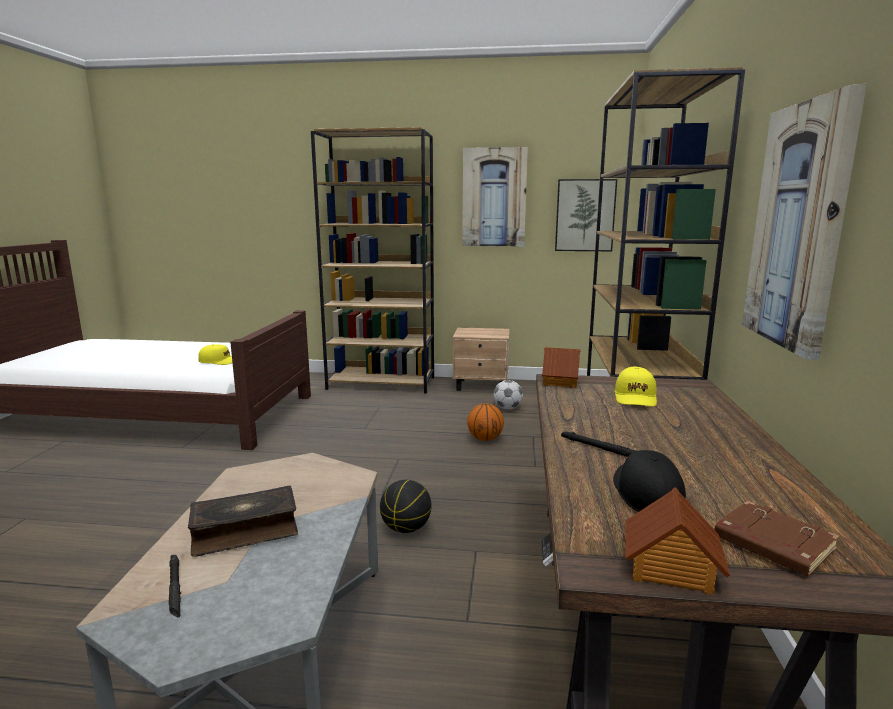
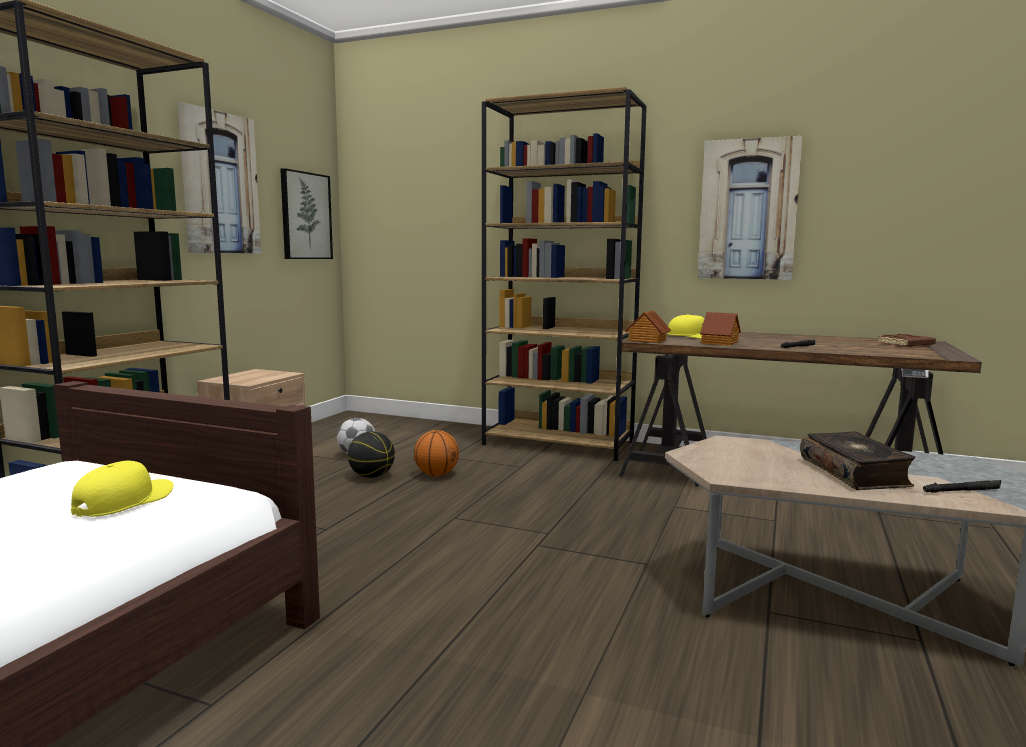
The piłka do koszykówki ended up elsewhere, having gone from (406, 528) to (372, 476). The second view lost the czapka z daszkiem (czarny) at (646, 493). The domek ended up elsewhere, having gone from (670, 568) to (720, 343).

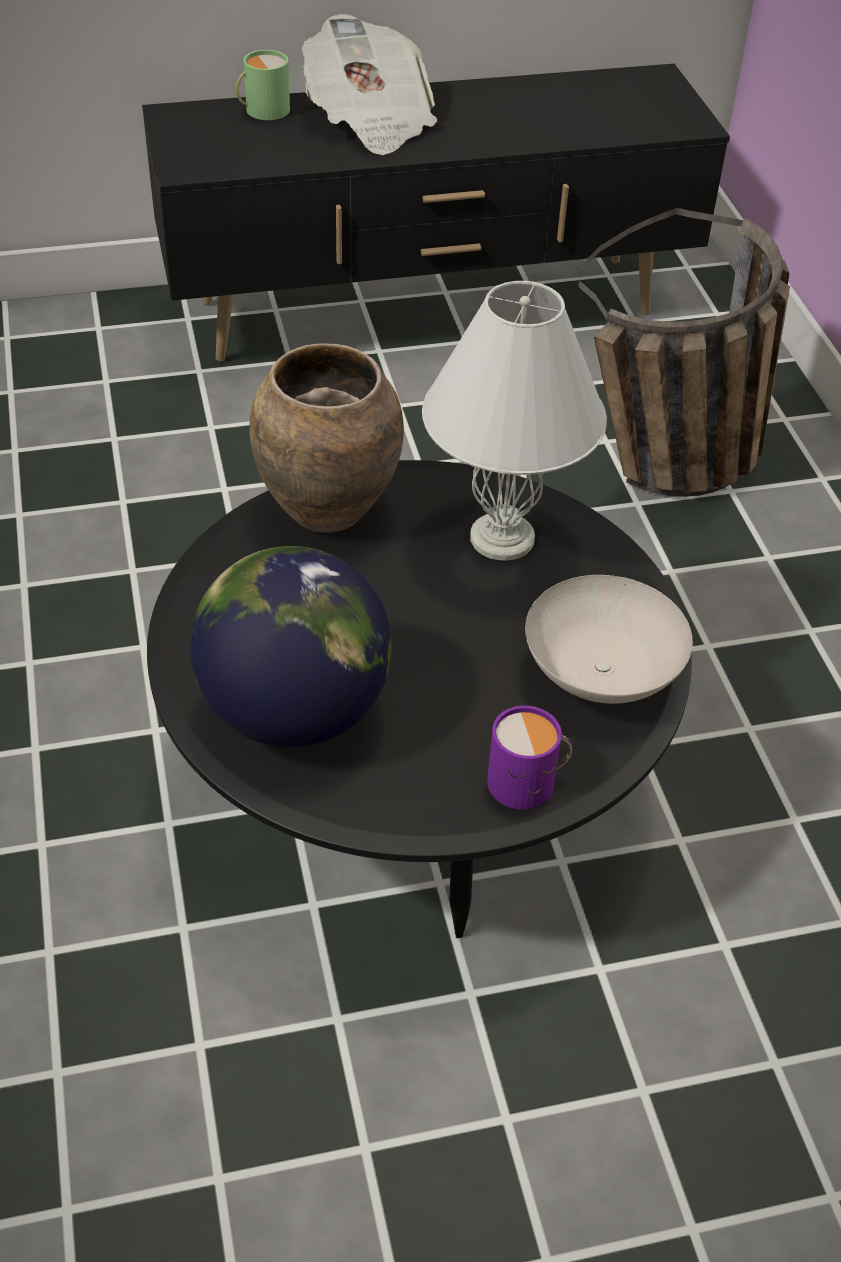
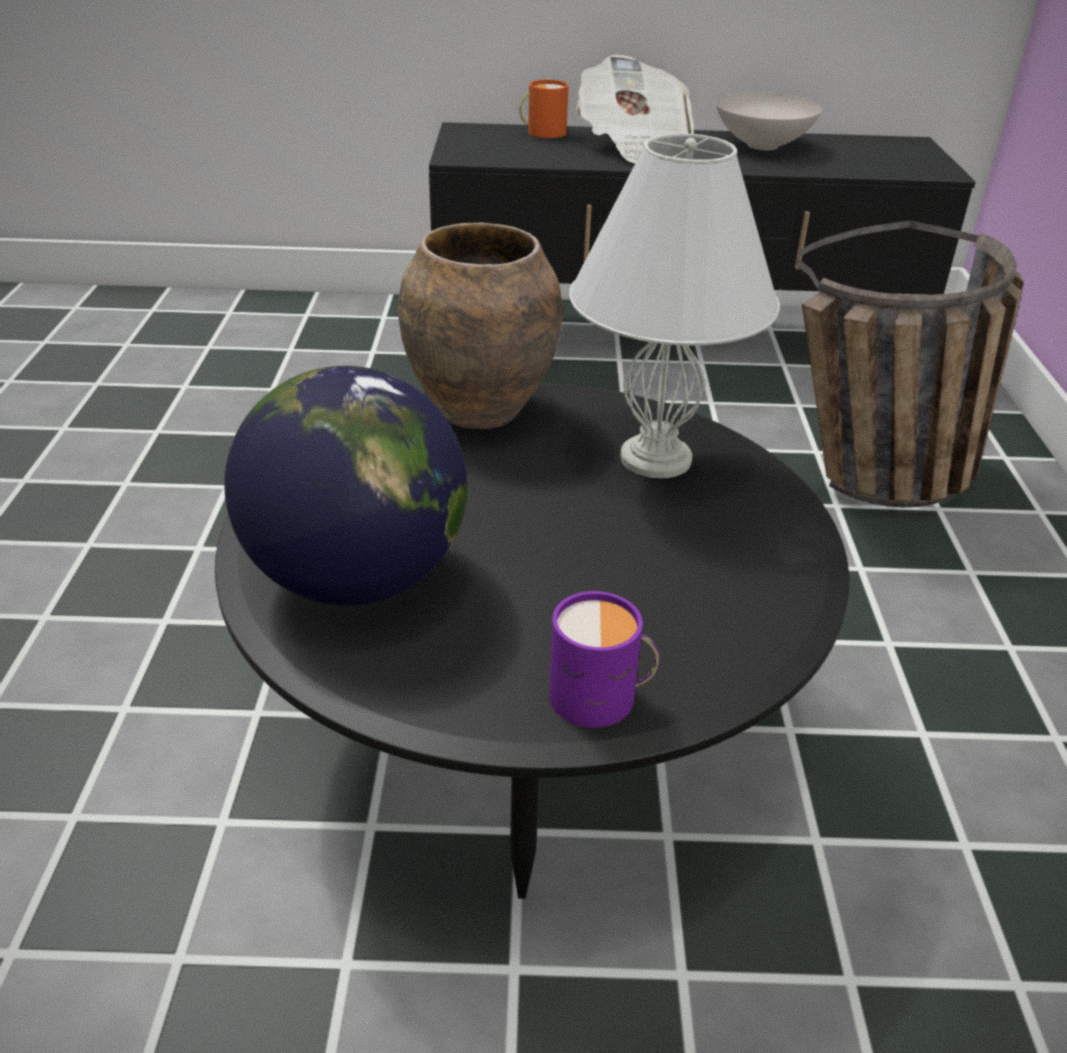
What was the kubek (zielony) at (262, 110) turned into the kubek (pomarańczowy) at (542, 132). The miska (biały) ended up elsewhere, having gone from (603, 674) to (764, 145).

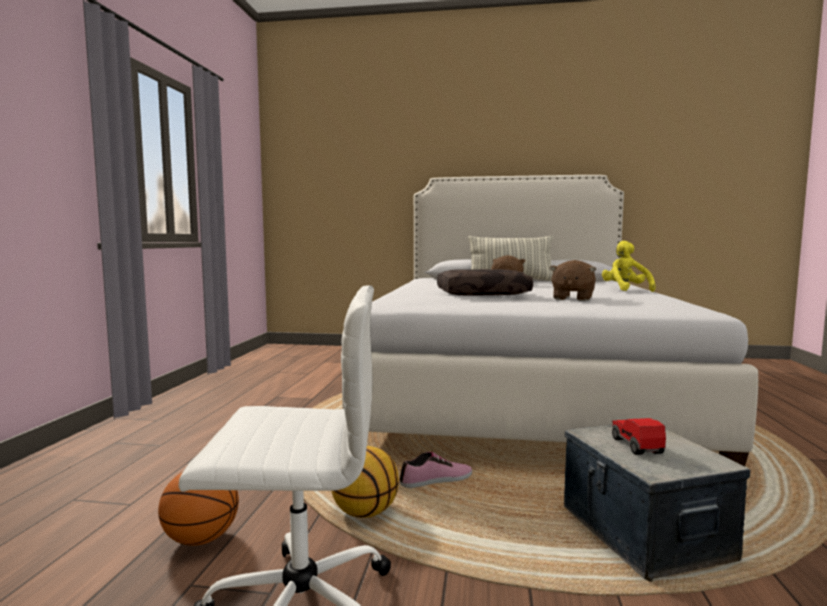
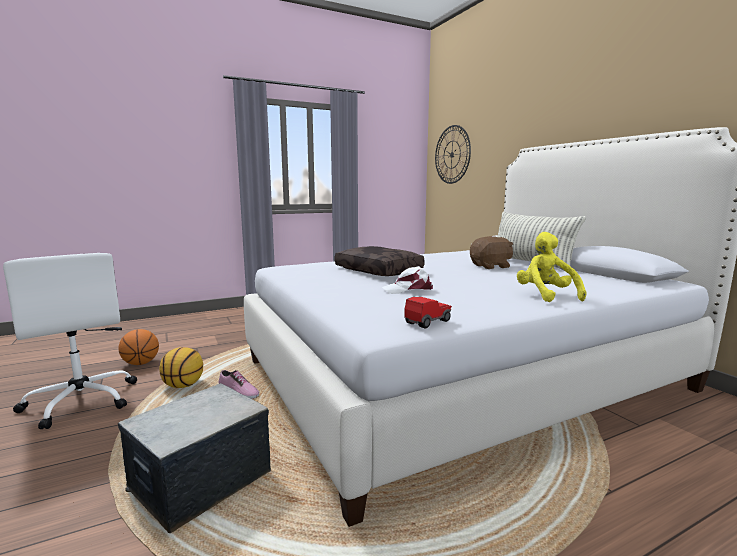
Where the pluszak (brązowy) stood at (572, 298), the czapka z daszkiem (biały) came to stand at (408, 289). The pluszak (żółty) at (625, 290) ended up facing another way, 60 degrees counterclockwise from before. The samochodzik ended up elsewhere, having gone from (636, 446) to (428, 322). The second view gained the zegar ścienny at (452, 154).

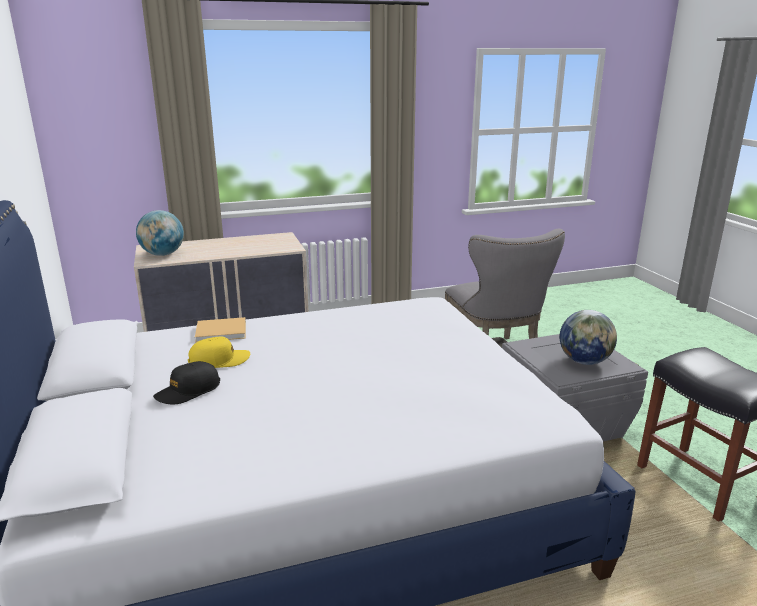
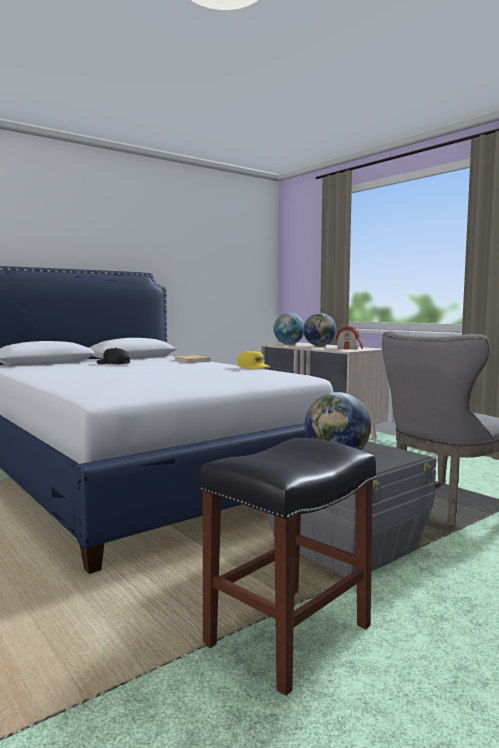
The czapka z daszkiem (żółty) ended up elsewhere, having gone from (219, 361) to (254, 367). The second view gained the globus at (319, 346). The second view gained the domek at (349, 348).

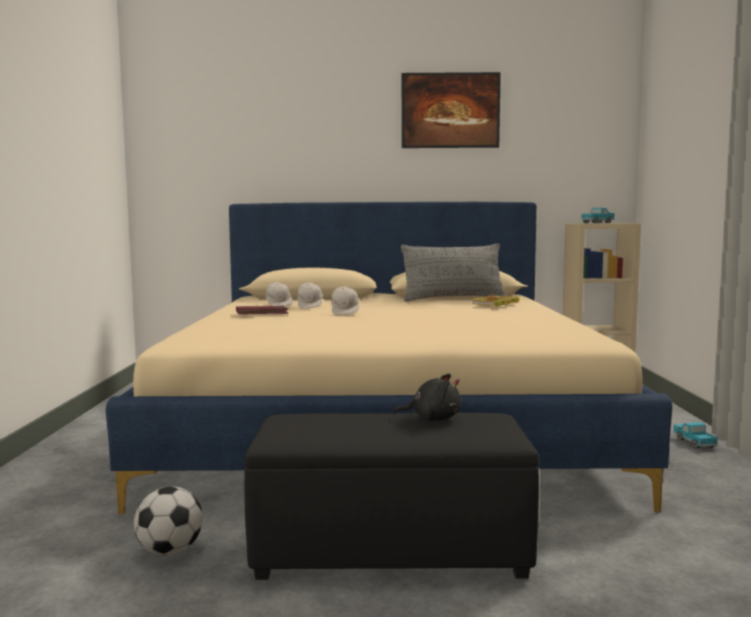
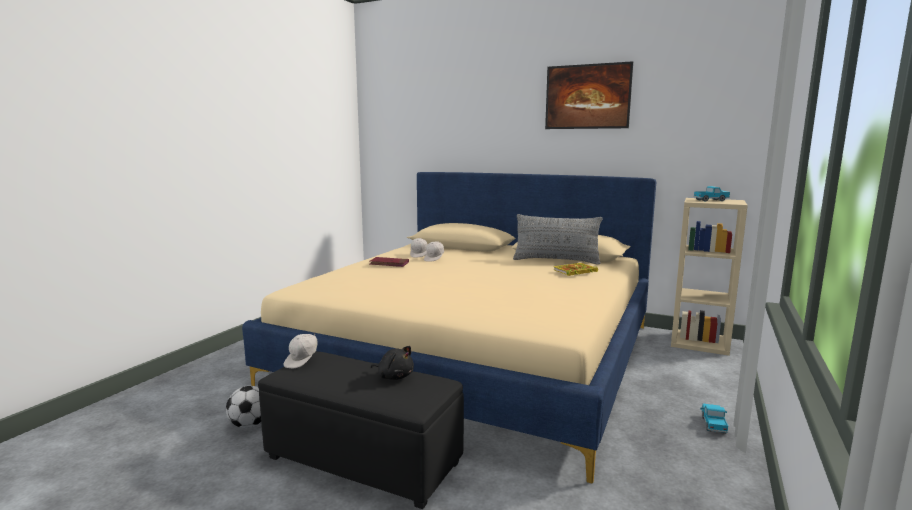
The czapka z daszkiem (biały) ended up elsewhere, having gone from (345, 312) to (303, 361).

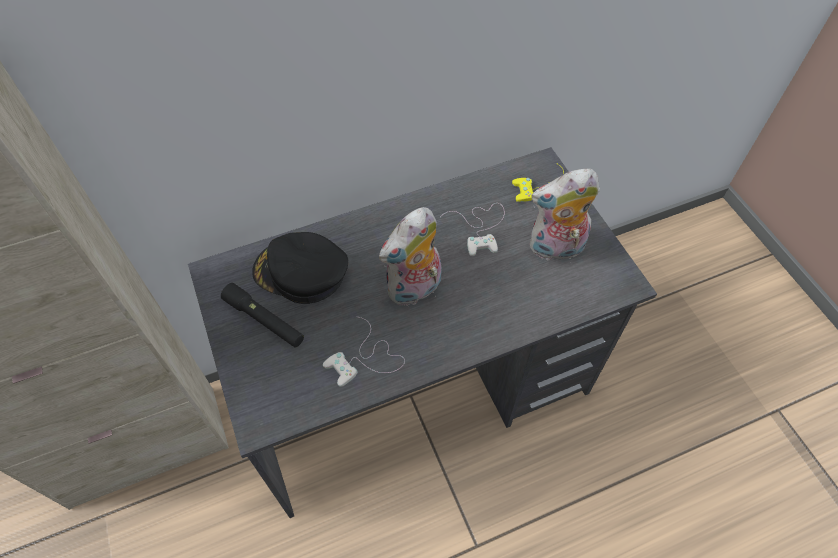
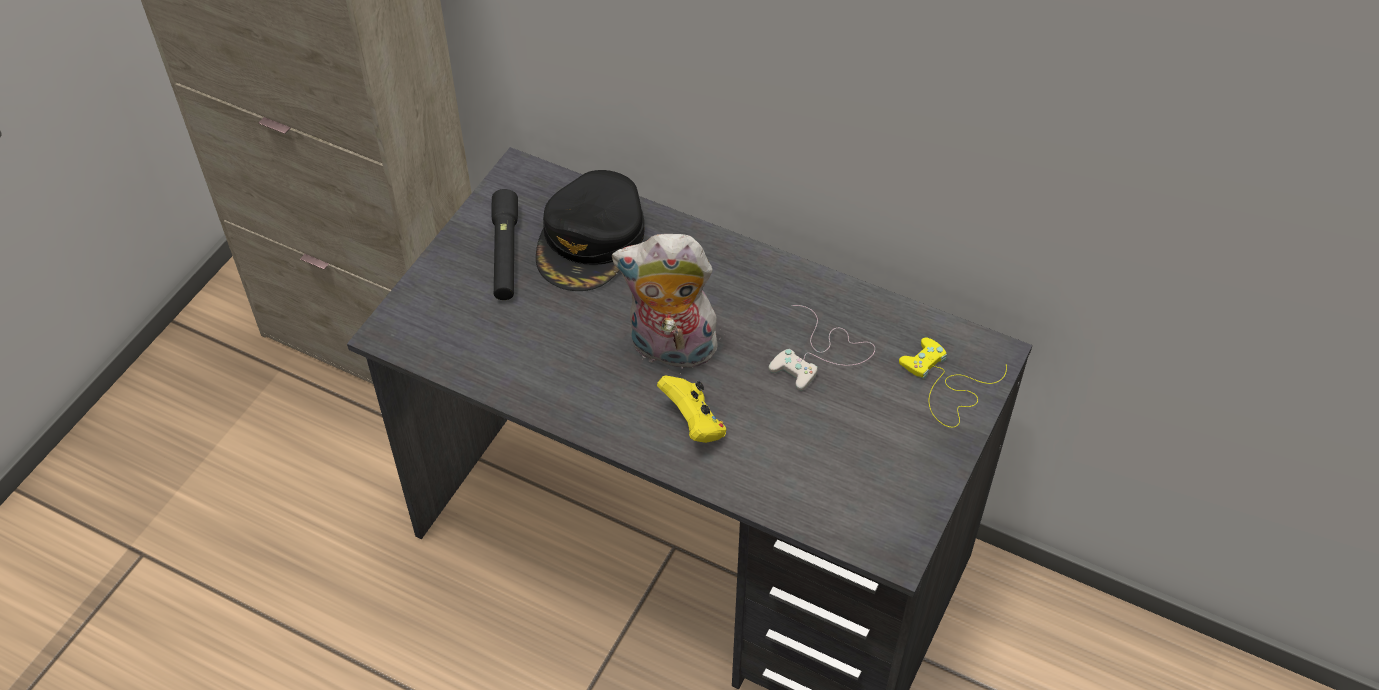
The czapka z daszkiem (czarny) at (301, 272) ended up facing another way, 135 degrees counterclockwise from before. The second view lost the pad do gier (biały) at (366, 359). The second view lost the pluszak at (555, 249). The second view gained the pad do gier (żółty) at (694, 423).

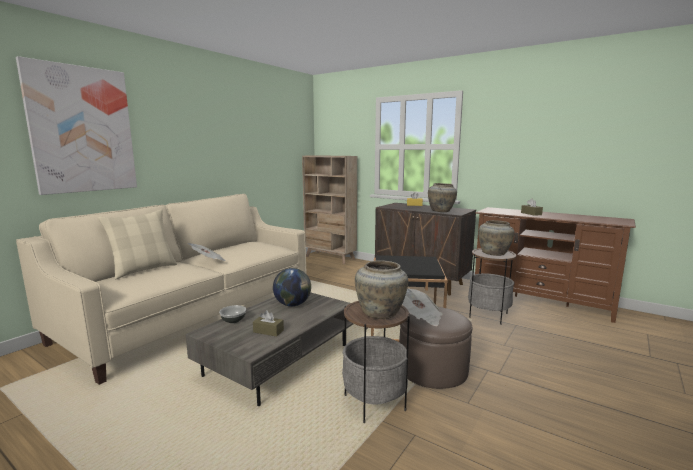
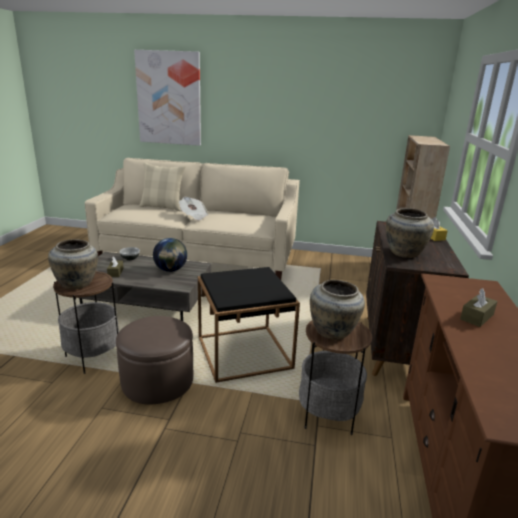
The second view lost the gazeta at (420, 317).

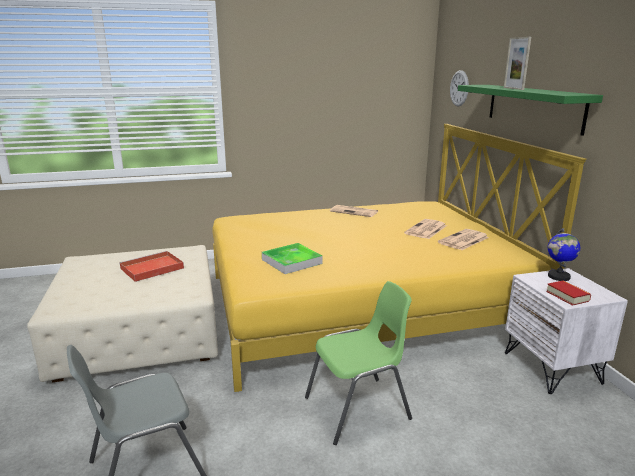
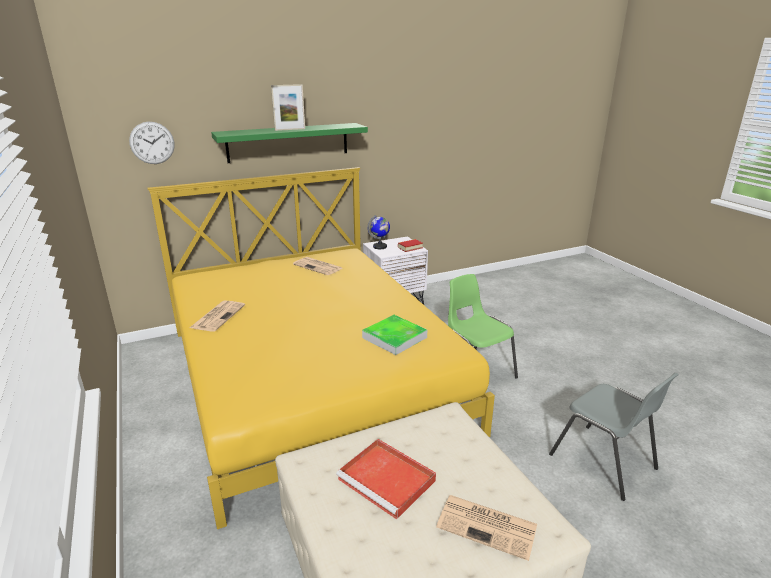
The gazeta ended up elsewhere, having gone from (426, 230) to (488, 526).

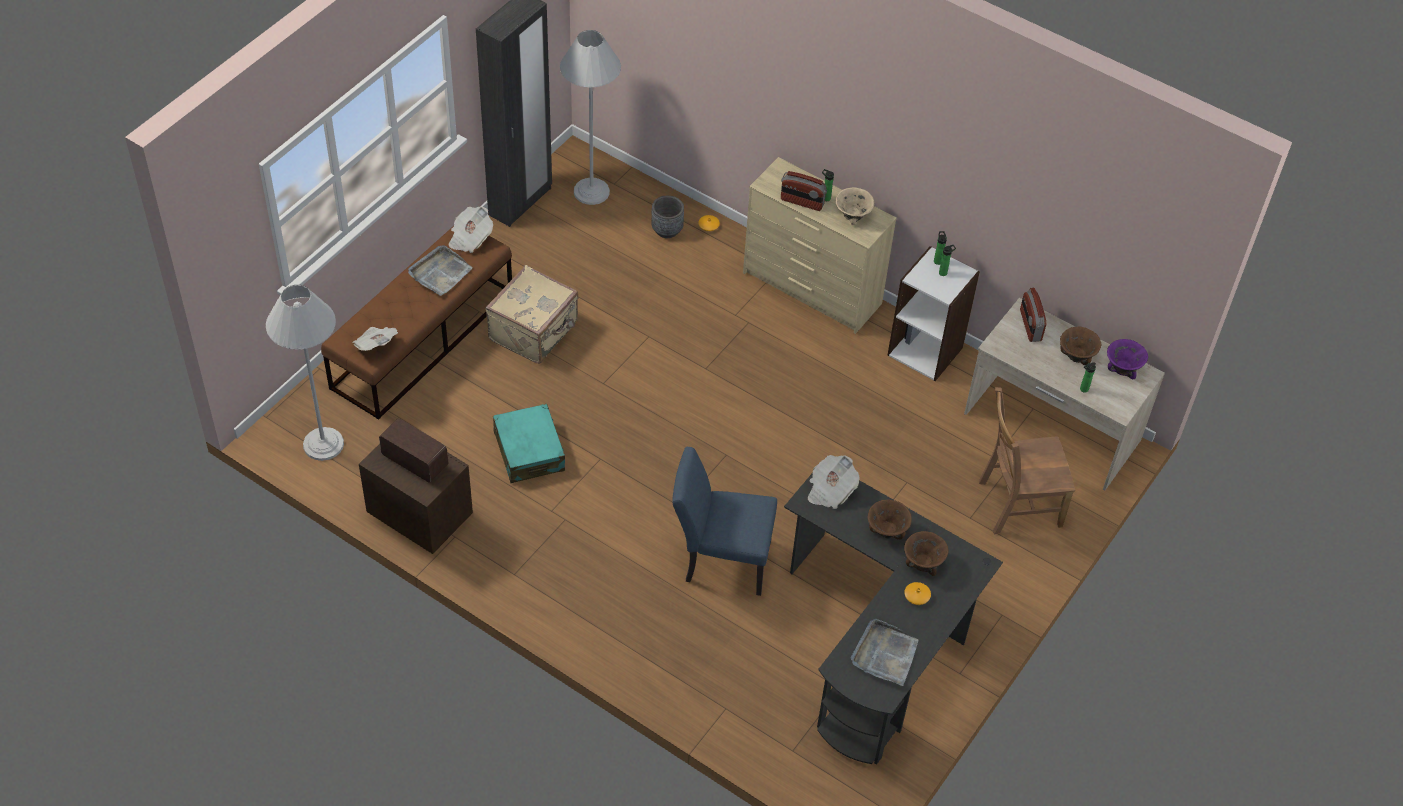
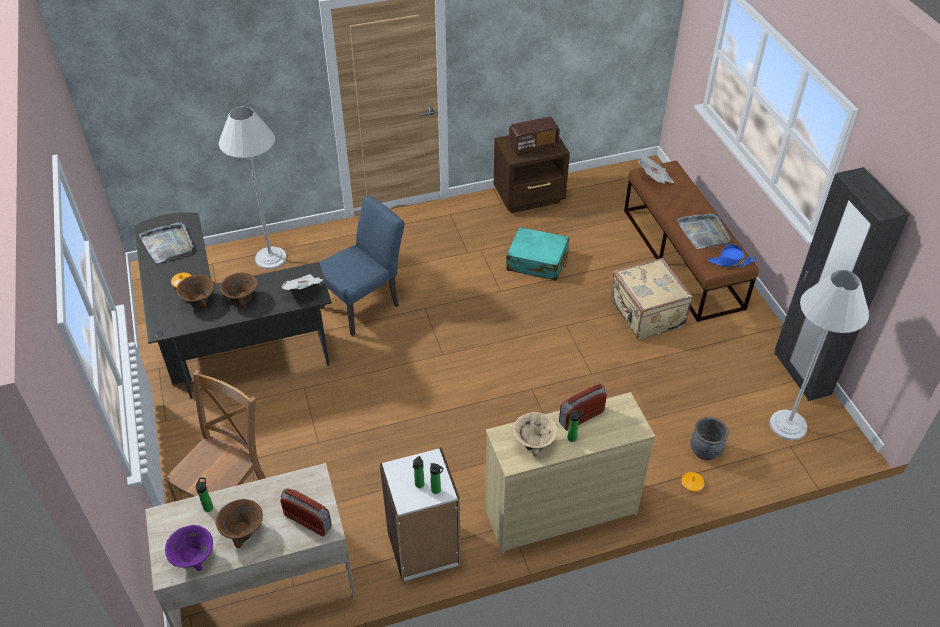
The lampa stojąca (biały) ended up elsewhere, having gone from (323, 444) to (271, 258). Where the gazeta stood at (470, 238), the kapelusz (niebieski) came to stand at (731, 262).

